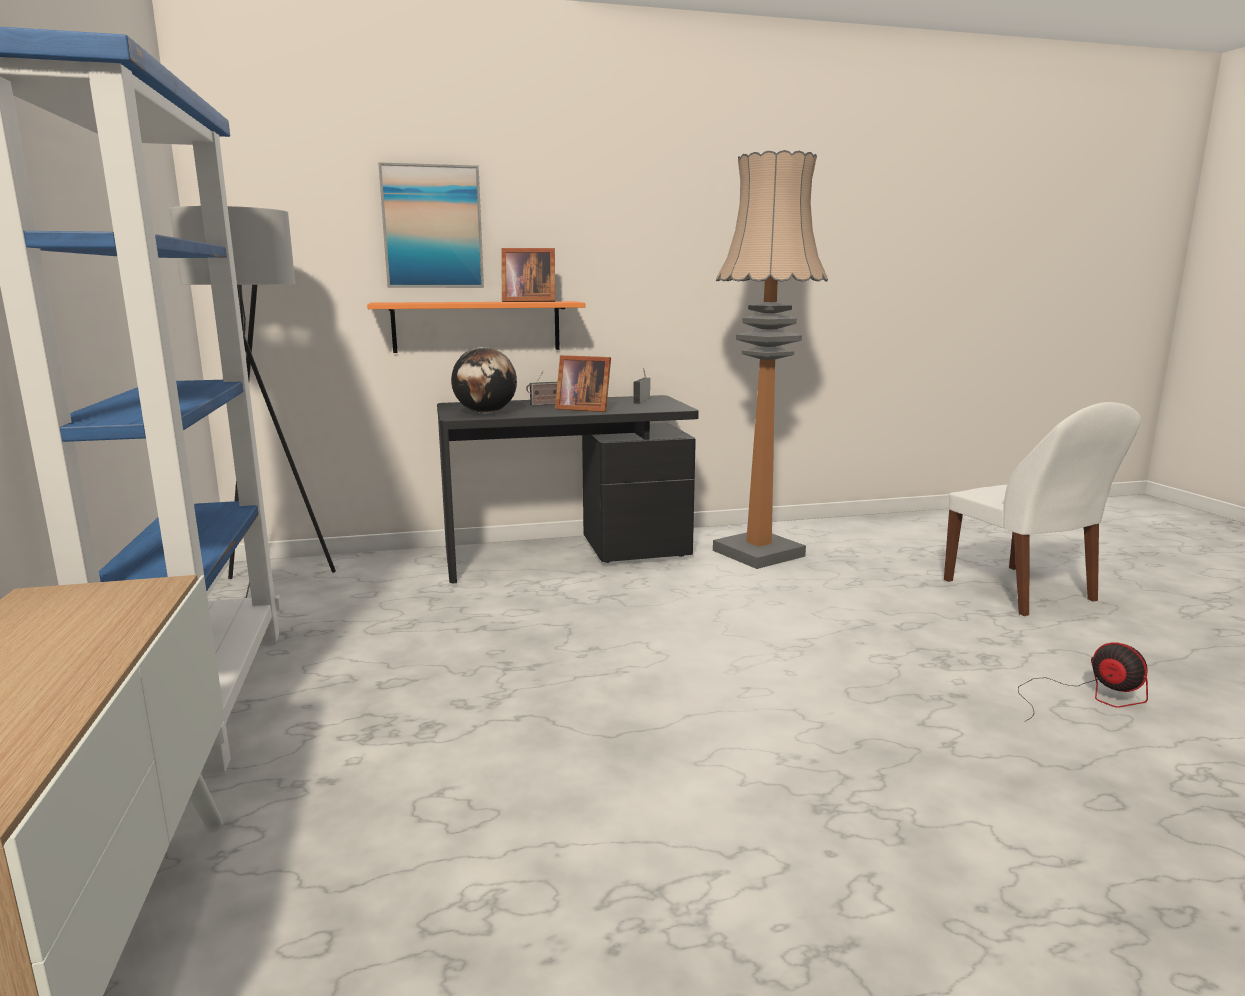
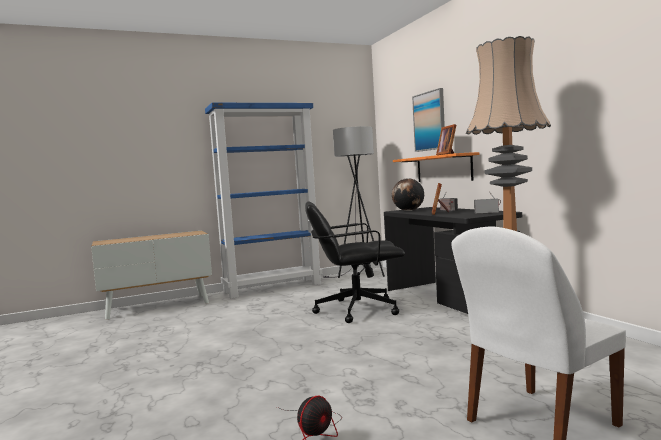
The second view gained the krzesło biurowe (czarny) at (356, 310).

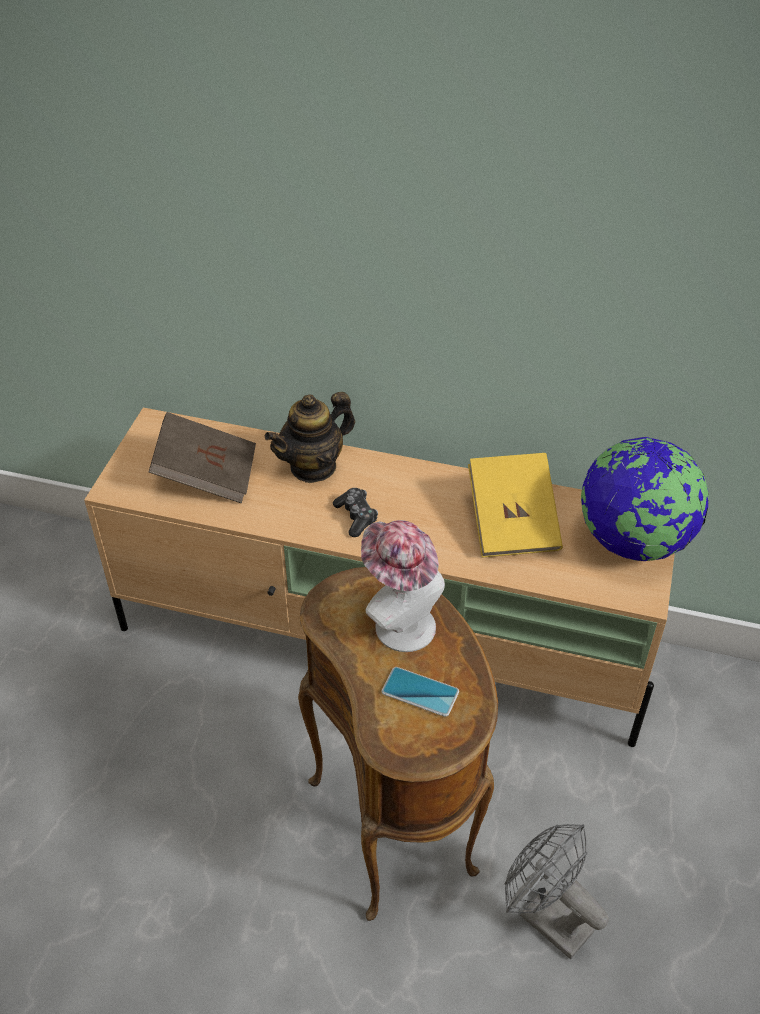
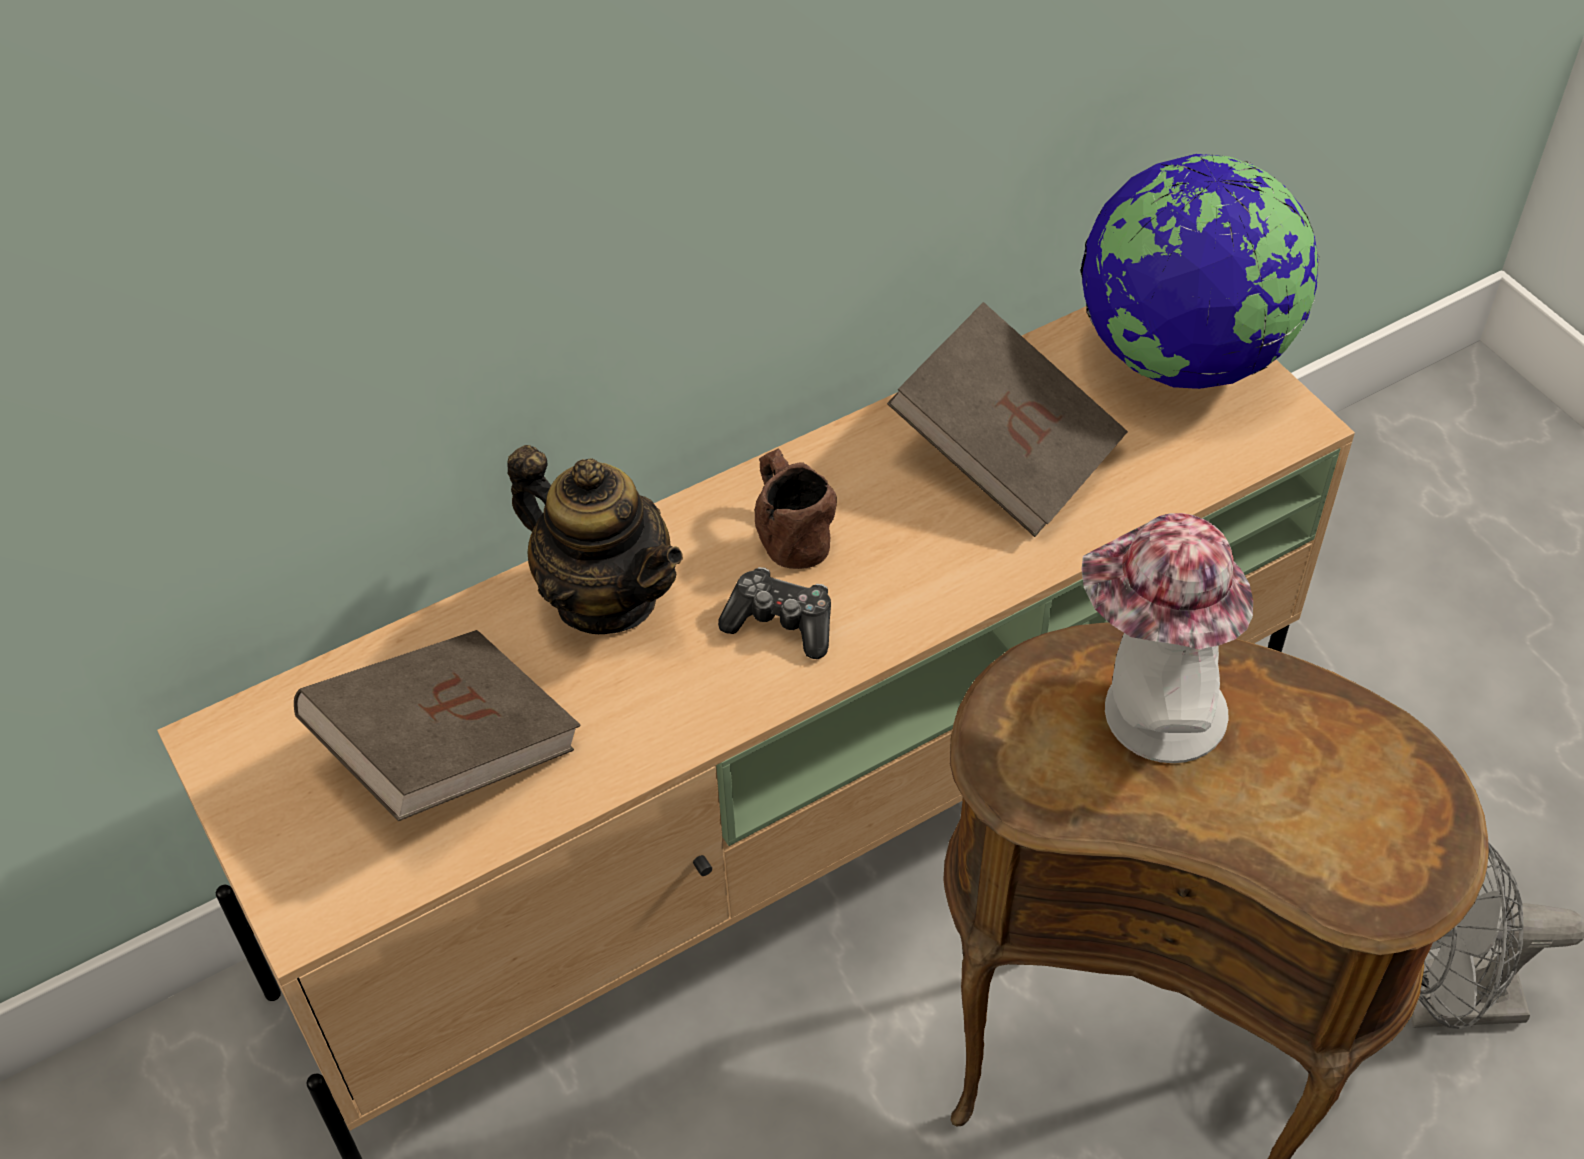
The imbryk at (313, 466) ended up facing another way, 60 degrees counterclockwise from before. The second view lost the telefon at (420, 692). What was the książka (żółty) at (512, 523) turned into the książka (brązowy) at (1006, 453). The second view gained the kubek (brązowy) at (787, 530).

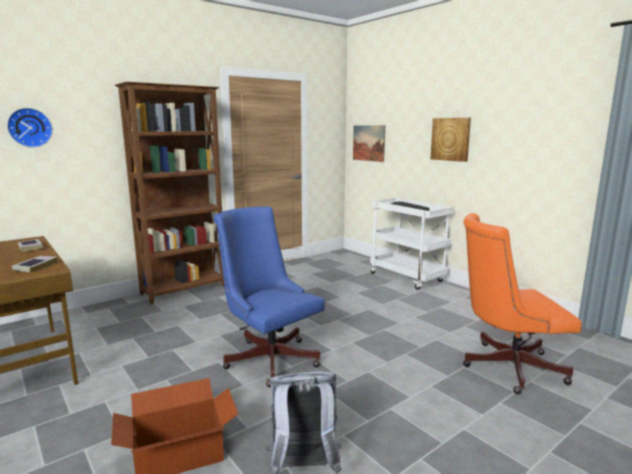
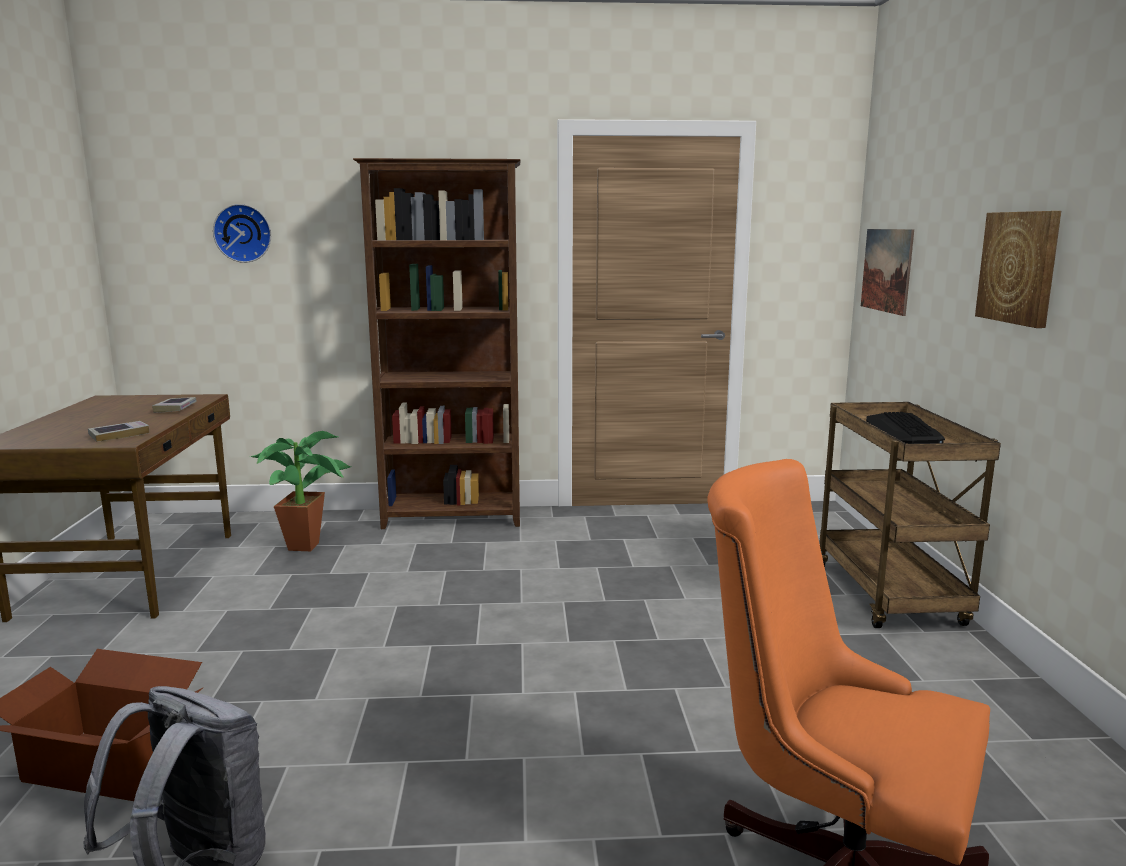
The second view lost the krzesło biurowe (niebieski) at (269, 357). What was the wózek (biały) at (408, 278) turned into the wózek (brązowy) at (891, 597). The second view gained the roślina doniczkowa at (309, 544).

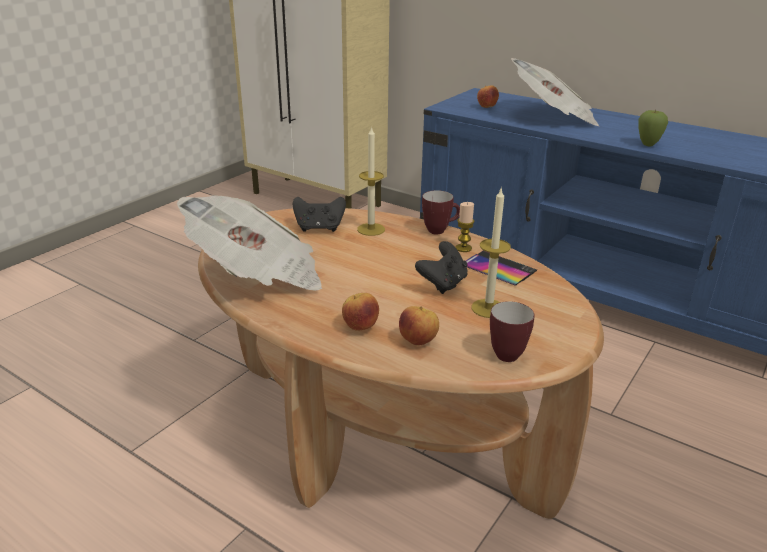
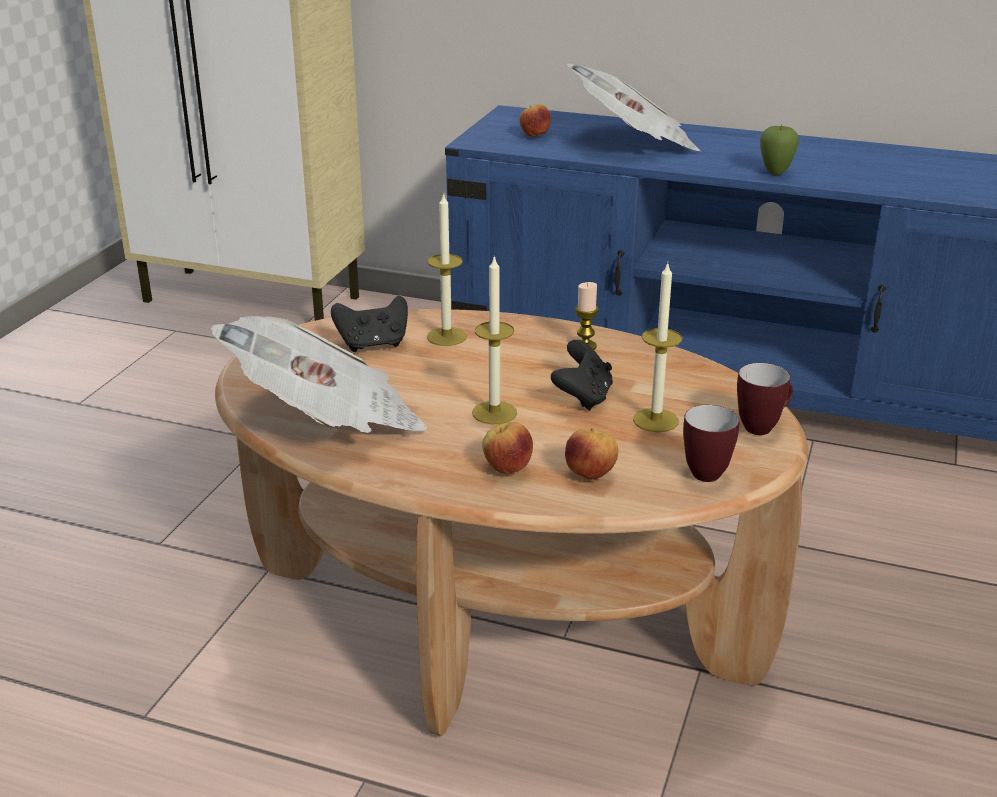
The kubek ended up elsewhere, having gone from (440, 230) to (762, 426). The second view lost the telefon at (498, 268). The second view gained the świeca at (494, 412).

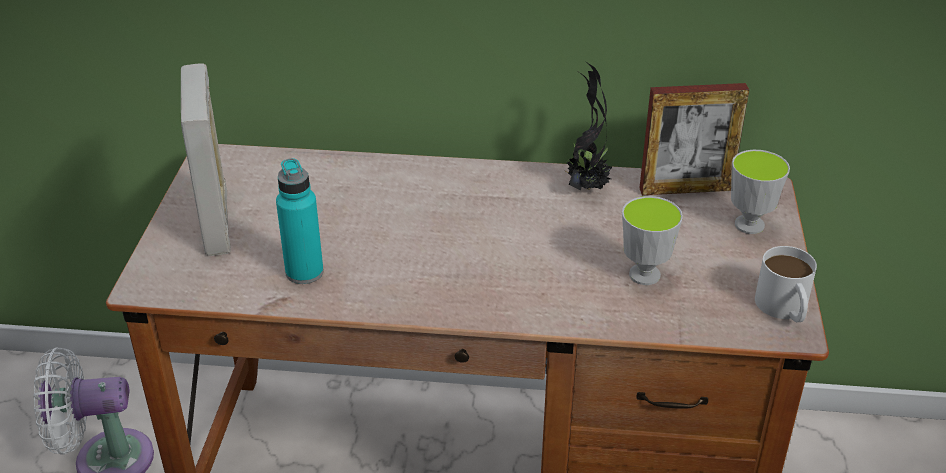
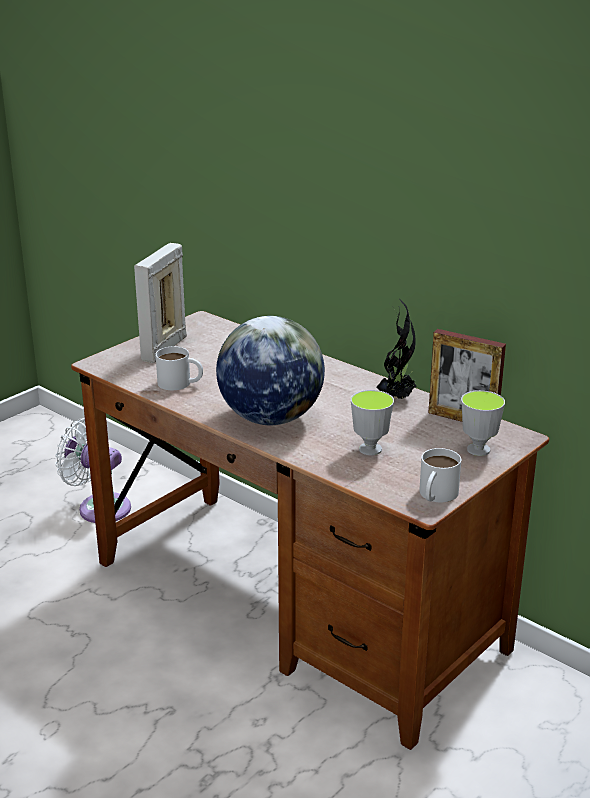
Where the butelka (turkusowy) stood at (304, 272), the kubek (biały) came to stand at (180, 383). The second view gained the globus at (270, 418).

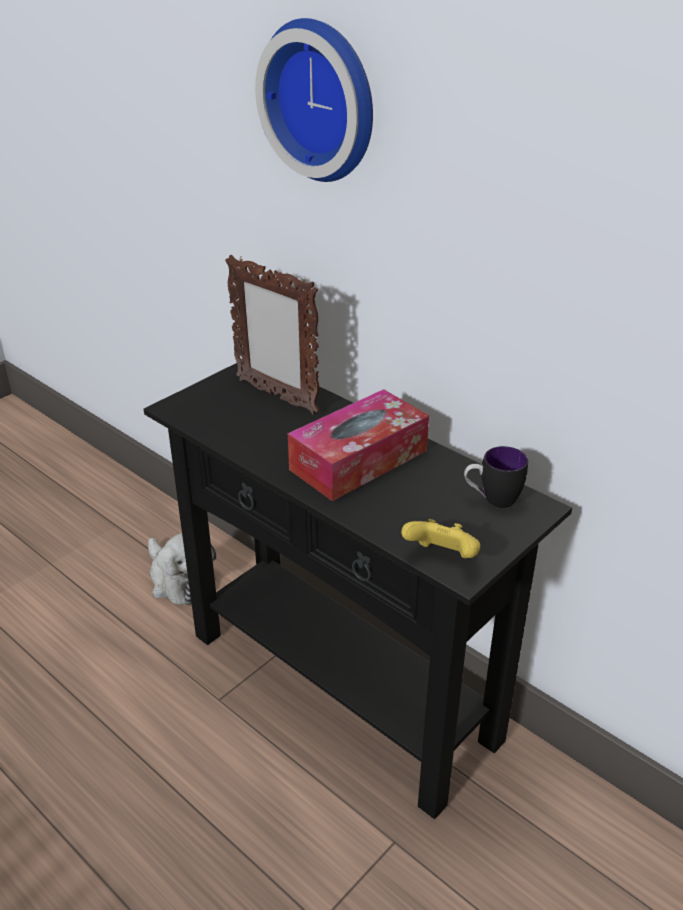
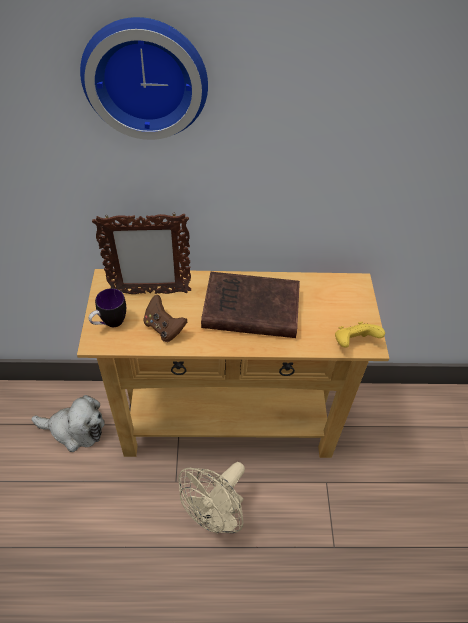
What was the stolik konsolowy (czarny) at (341, 685) turned into the stolik konsolowy (beżowy) at (228, 425). Where the pudełko chusteczek stood at (358, 460), the książka (brązowy) came to stand at (248, 309). The kubek ended up elsewhere, having gone from (492, 500) to (109, 323). The second view gained the pad do gier (brązowy) at (164, 328). The second view gained the wentylator (beżowy) at (216, 516).

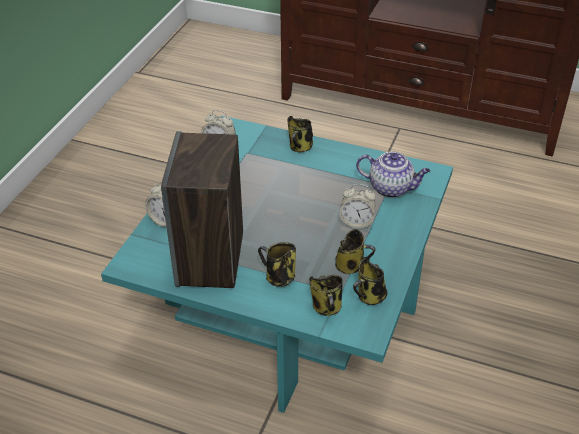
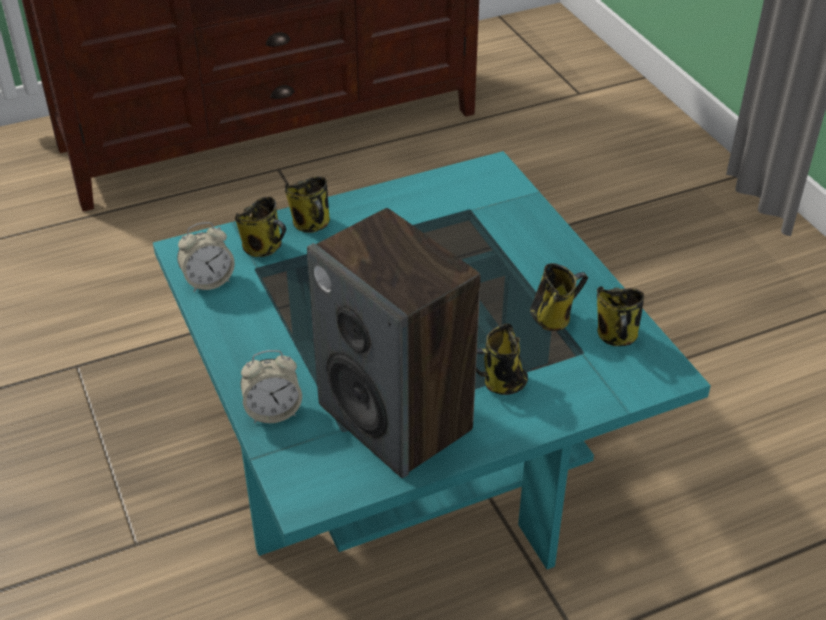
The kubek ended up elsewhere, having gone from (327, 308) to (264, 248). The second view lost the budzik at (356, 222). The second view lost the imbryk at (391, 188).

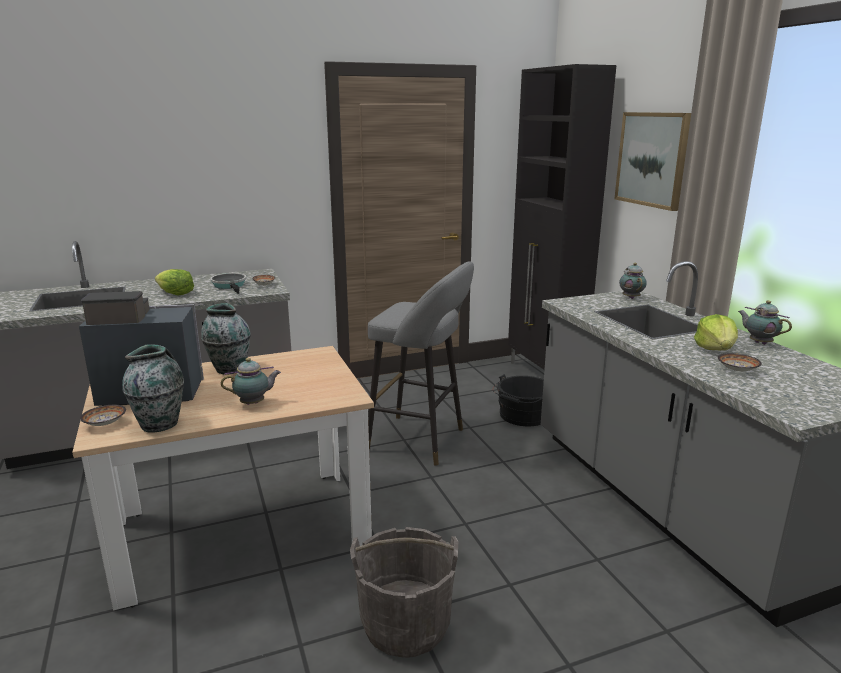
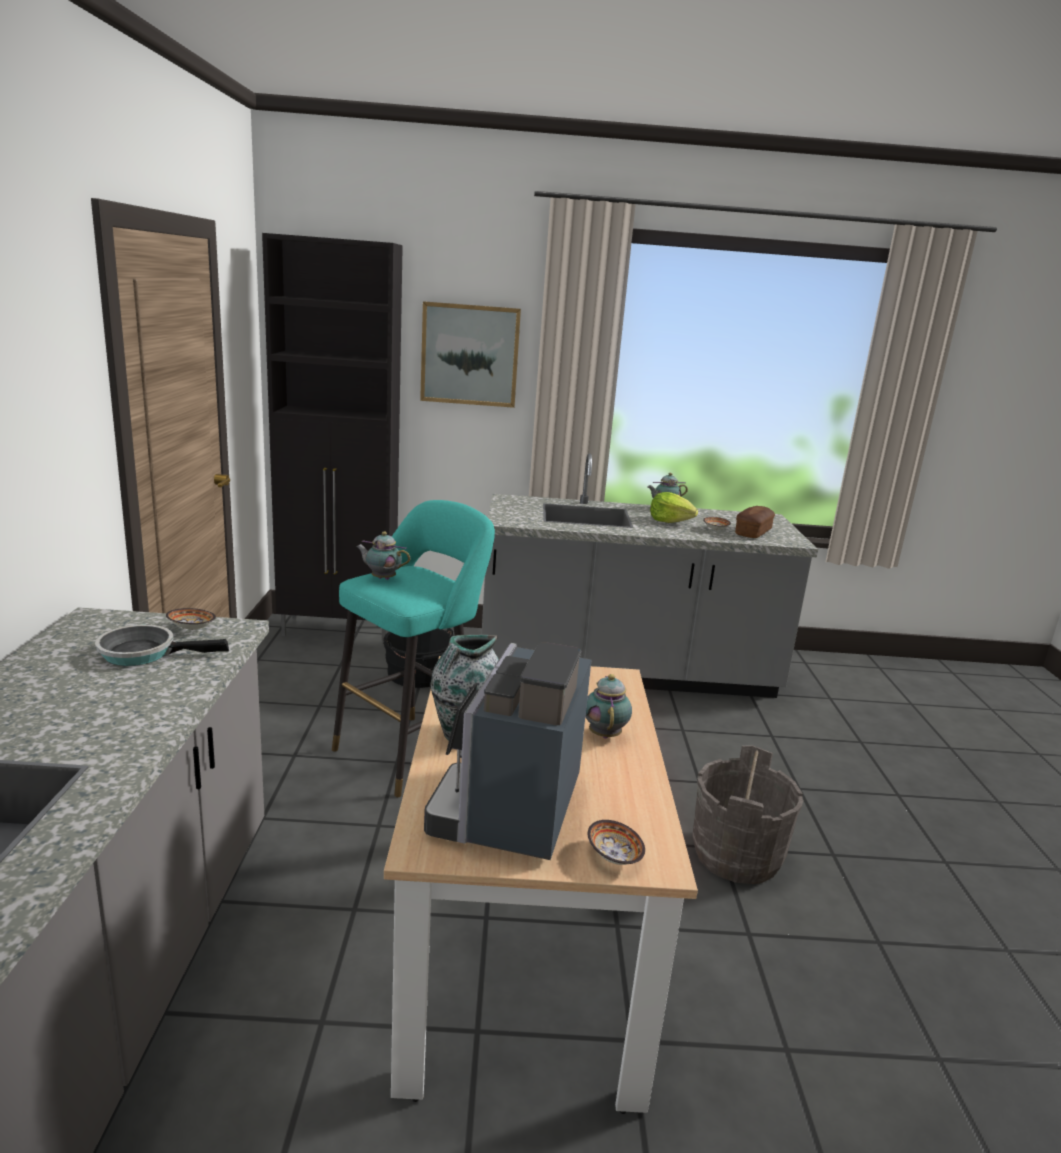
The second view lost the wazon at (160, 424). The second view lost the sałata at (175, 293). What was the stołek (szary) at (421, 440) turned into the stołek (turkusowy) at (412, 751). The imbryk ended up elsewhere, having gone from (630, 297) to (382, 578). The second view gained the chleb at (753, 532).

